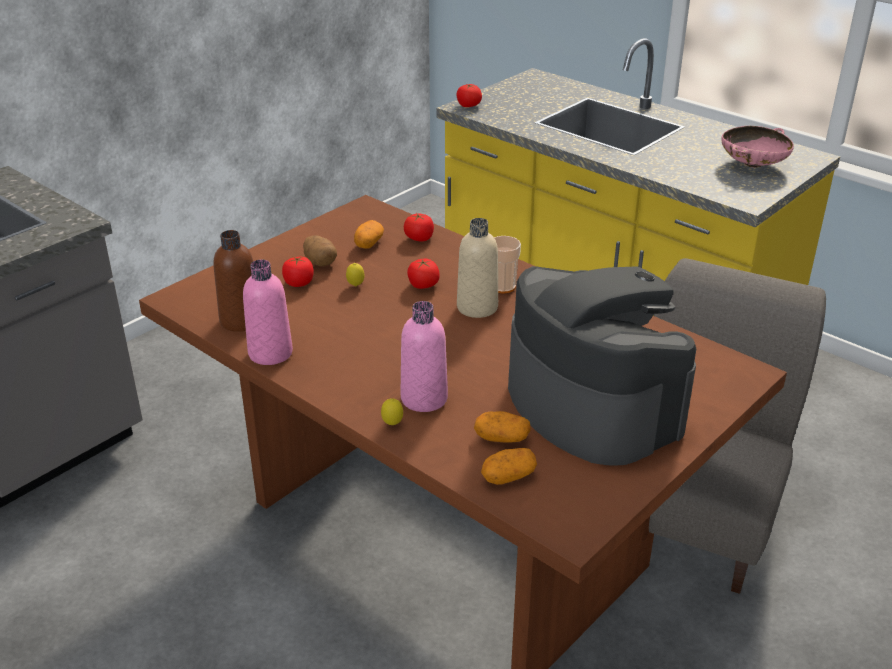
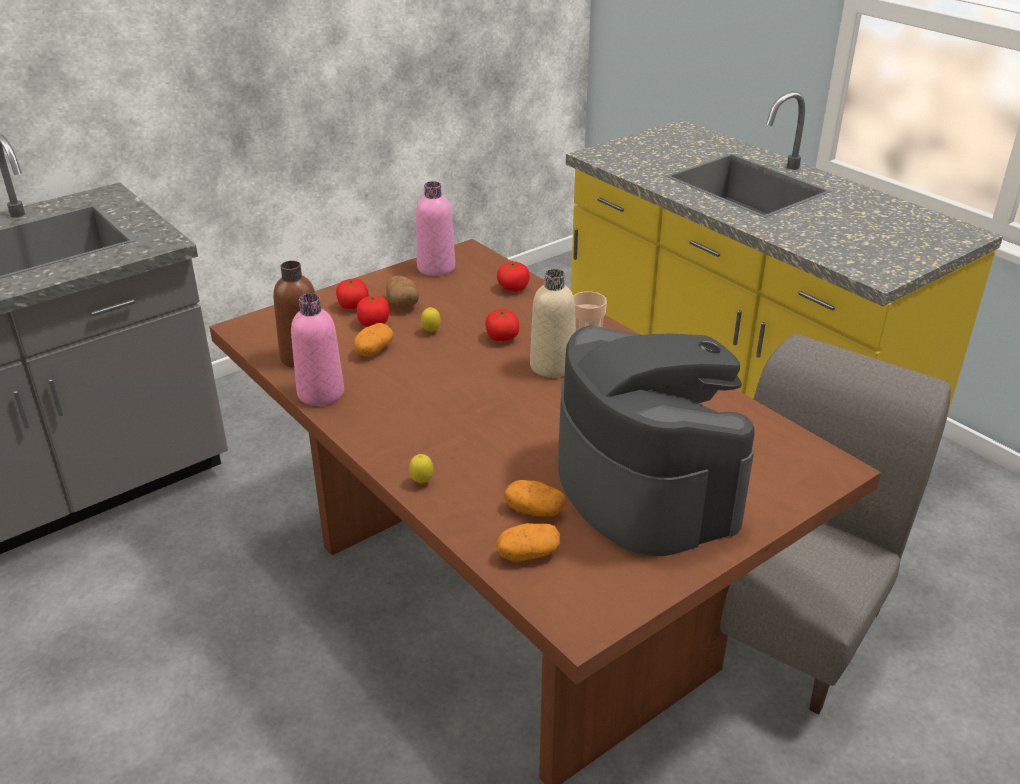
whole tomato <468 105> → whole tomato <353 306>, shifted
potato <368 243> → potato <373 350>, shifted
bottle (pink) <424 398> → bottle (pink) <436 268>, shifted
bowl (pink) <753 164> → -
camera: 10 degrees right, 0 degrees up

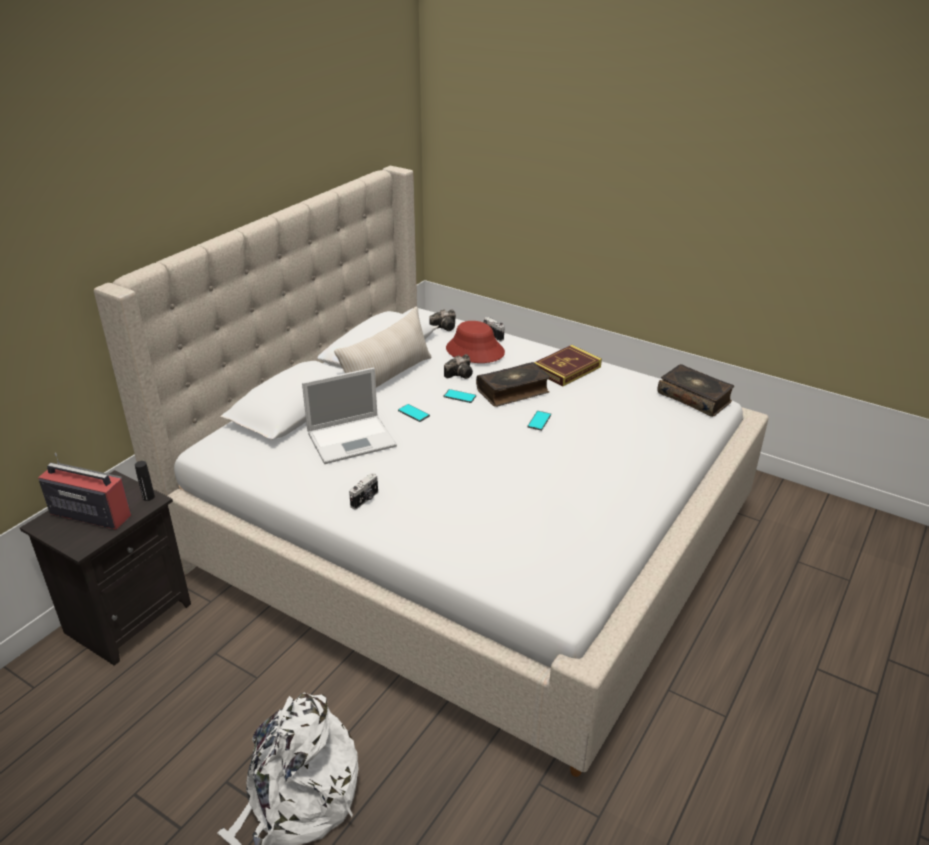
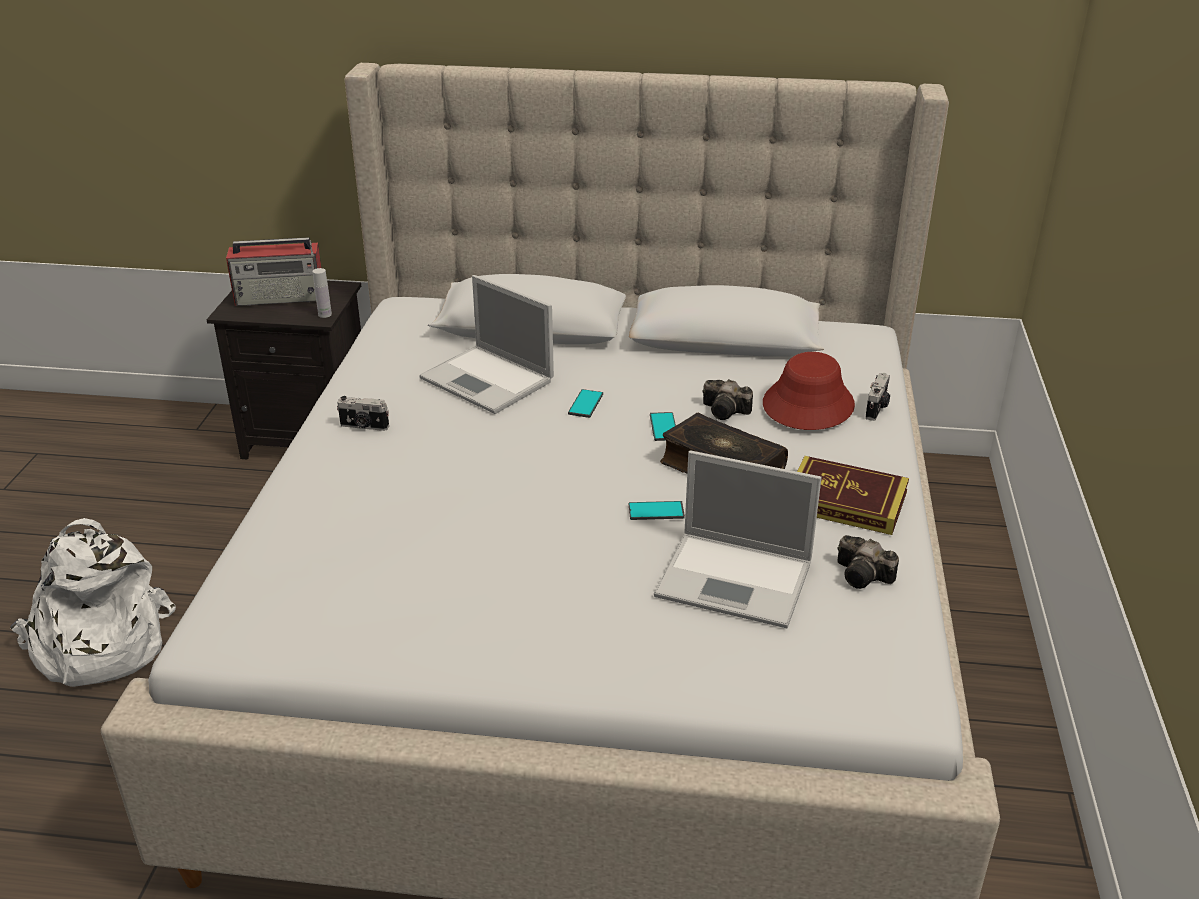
radio receiver <90 513> → radio receiver <281 297>, 90 degrees clockwise
bottle (black-coloured) <148 497> → bottle (whitish) <325 314>
- → notebook computer <737 580>
photo camera <445 327> → photo camera <865 576>, shifted
pillow (beige-coloured) <387 377> → -
volume <694 397> → -
camera: 65 degrees right, 0 degrees up

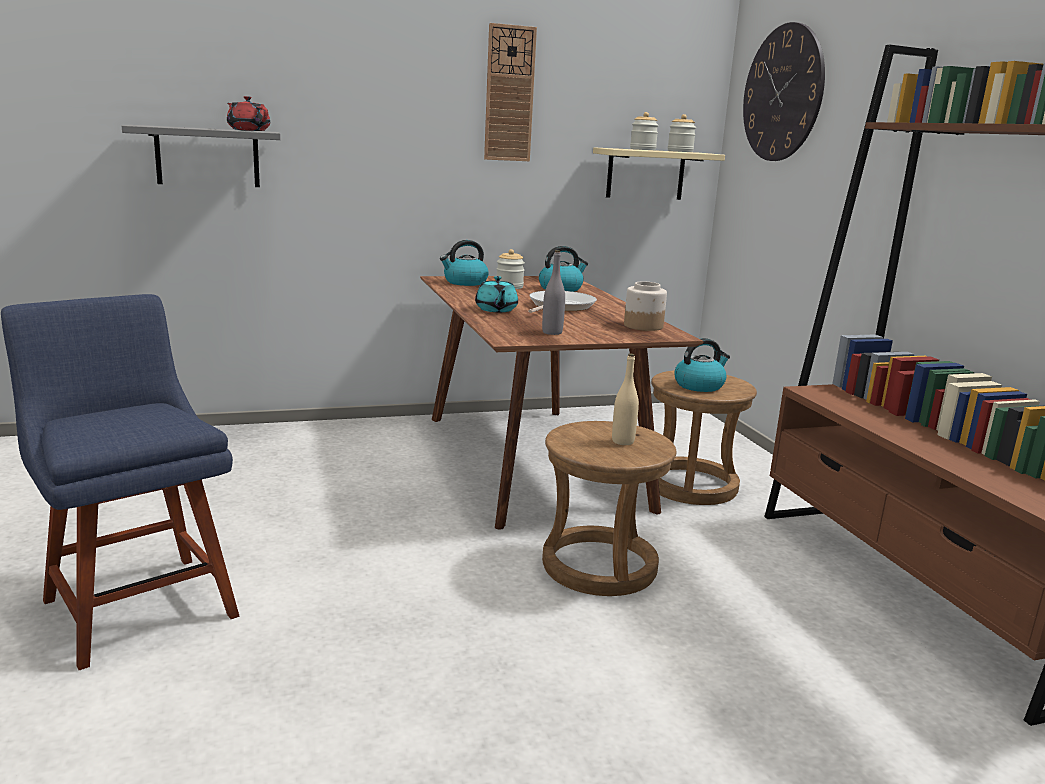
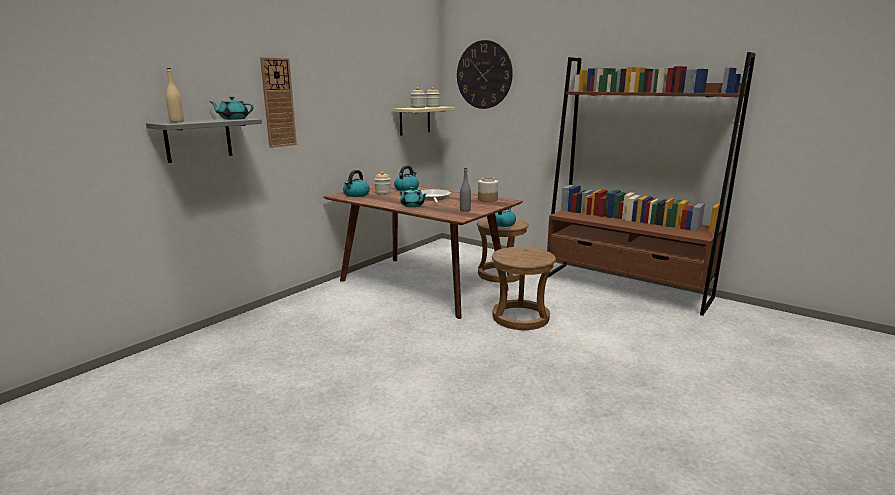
bottle (beige-coloured) <623 441> → bottle (beige-coloured) <177 122>, shifted
teapot (red) <248 130> → teapot (turquoise-coloured) <233 119>
wall clock <509 94> → wall clock <278 103>, shifted
chair (blue) <137 603> → -
camera: 35 degrees left, 0 degrees up

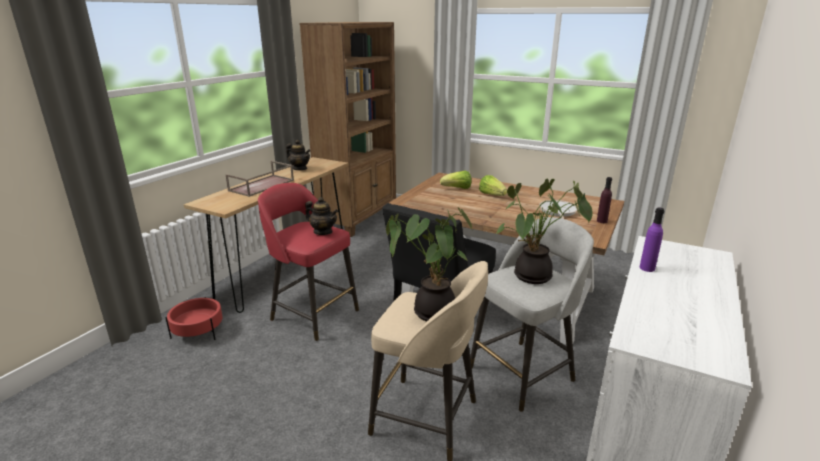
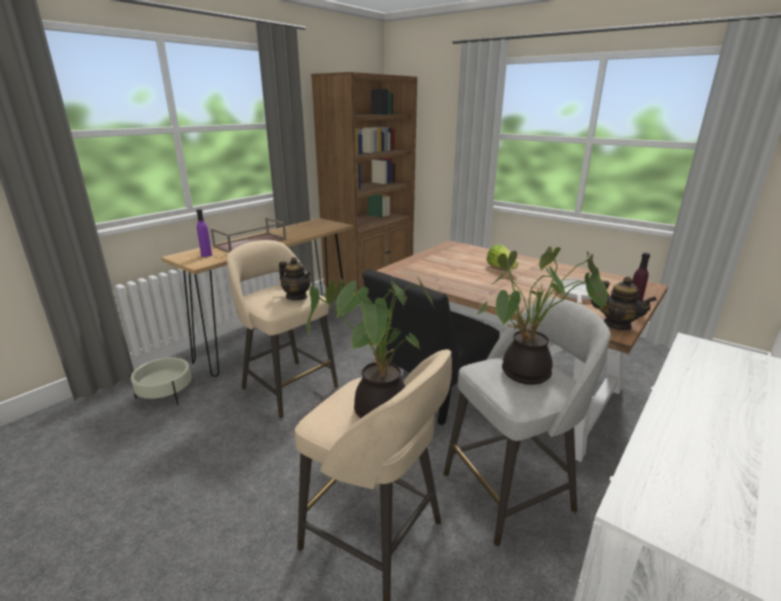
flower pot (red) <198 331> → flower pot (beige-coloured) <165 393>
bottle (purple) <647 268> → bottle (purple) <206 255>, shifted
stool seat (red) <313 314> → stool seat (beige-coloured) <288 386>
teapot <299 168> → teapot <617 325>, shifted
head of lettuce <457 188> → -
camera: 10 degrees right, 0 degrees up

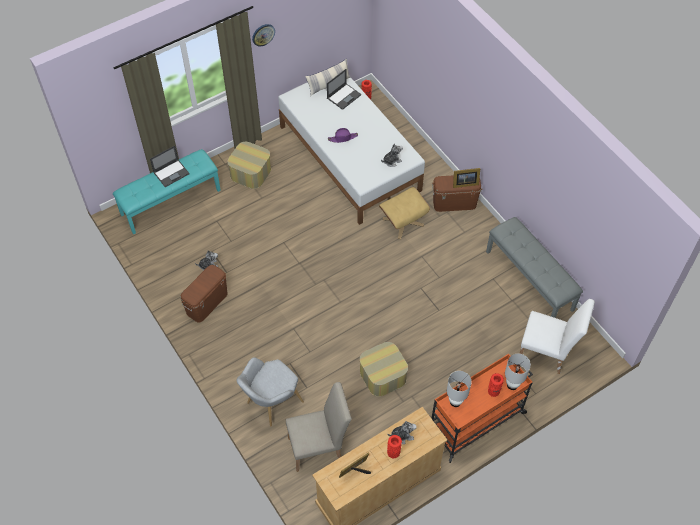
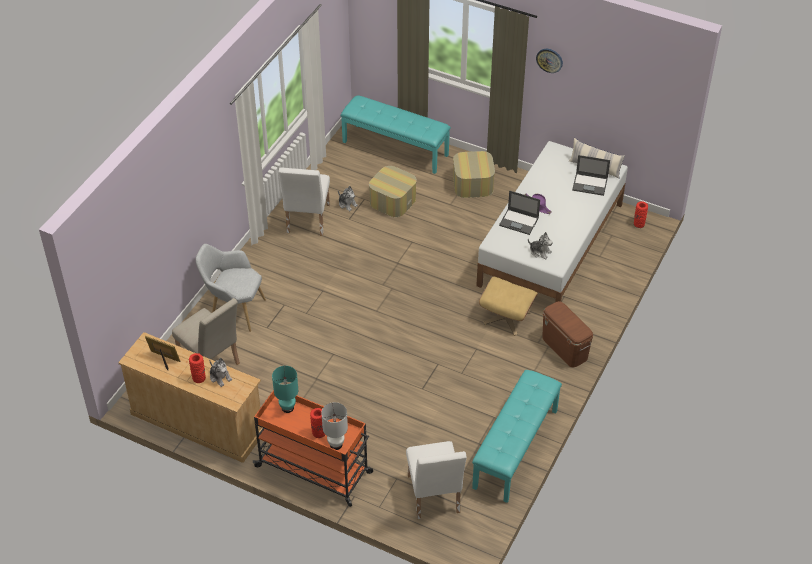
lamp for a table (whitish) <455 402> → lamp for a table (turquoise-coloured) <287 408>
storage container (brownish) <207 303> → chair (whitish) <307 221>
ottoman <382 375> → ottoman <392 200>, shifted
bench (gray) <530 280> → bench (turquoise-coloured) <516 449>
notebook computer <171 173> → notebook computer <519 222>, shifted
photo frame <464 183> → -
camera: 60 degrees right, 10 degrees down

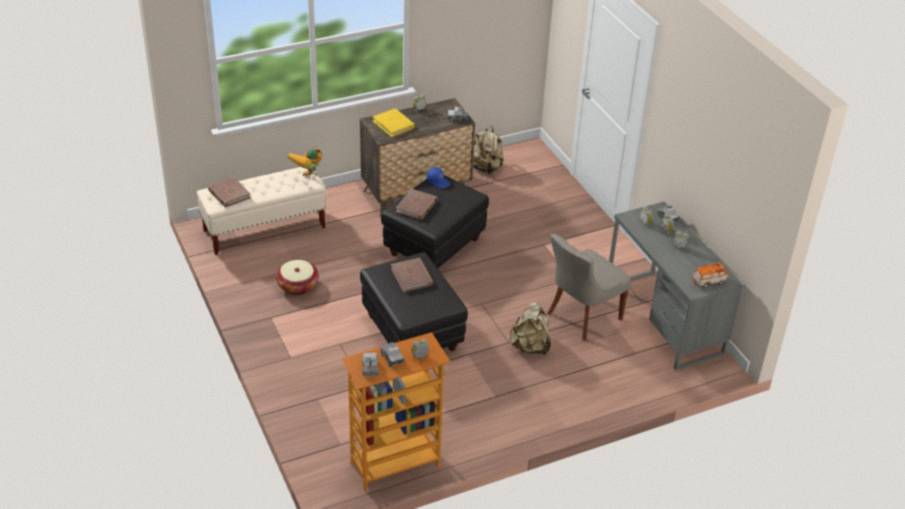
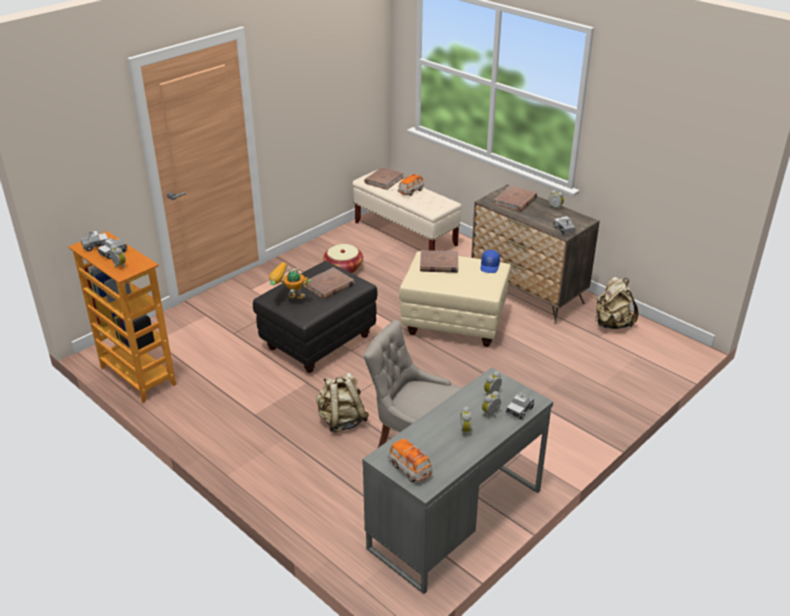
robot figure <308 177> → robot figure <289 299>, shifted
- → miniature car <410 191>
ottoman (black-coloured) <434 246> → ottoman (beige-coloured) <454 323>
volume (yellow) <393 124> → volume (brownish) <515 201>
camera: 70 degrees right, 5 degrees down

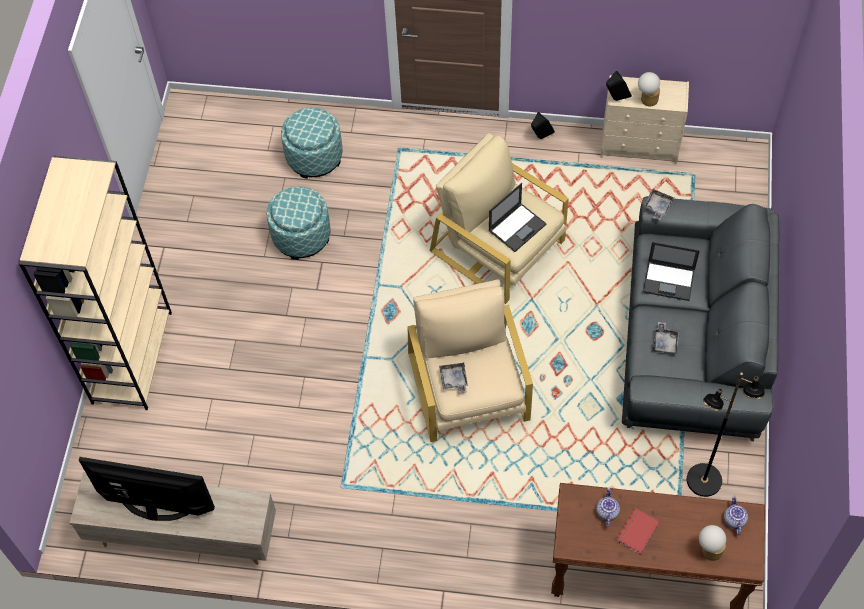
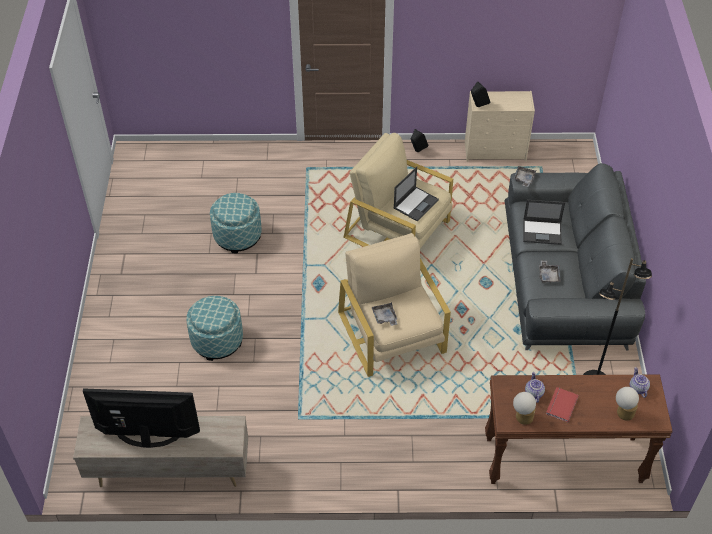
ottoman <314 157> → ottoman <217 340>, shifted
lamp for a table <646 100> → lamp for a table <522 418>, shifted
bookshelf (beige-coloured) <131 356> → -
camera: 10 degrees left, 10 degrees down

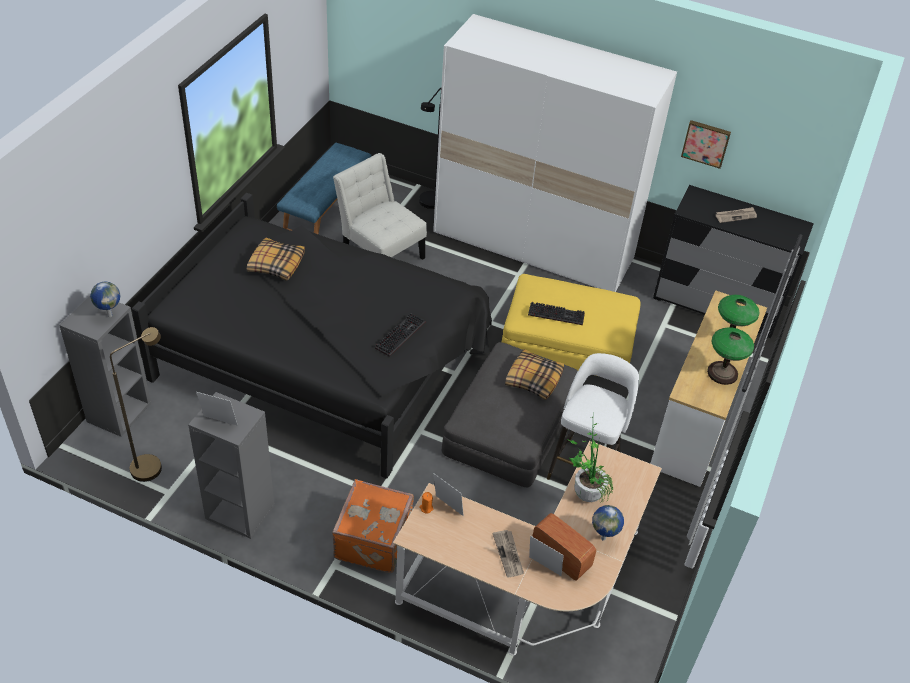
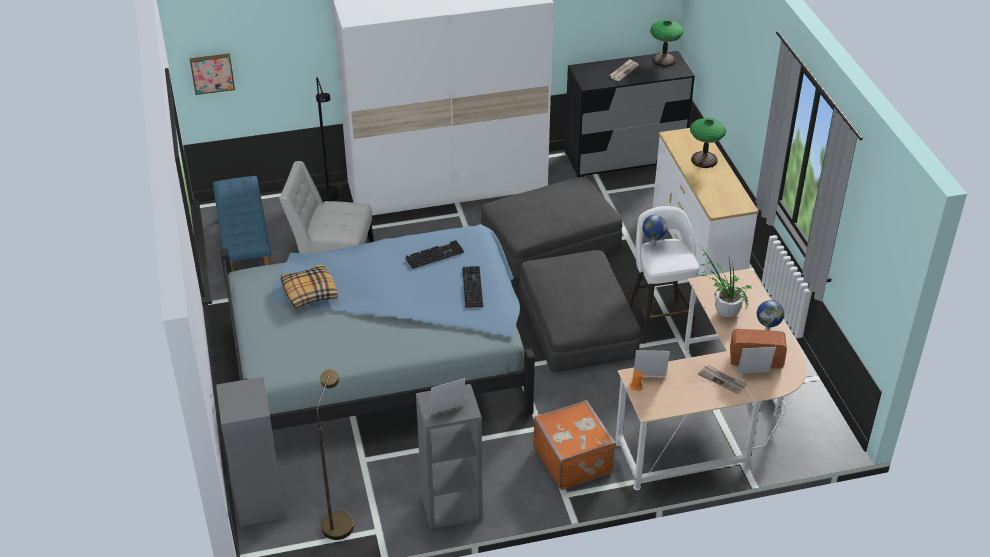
wall art <706 143> → wall art <212 73>, shifted
bed (black-coloured) <325 358> → bed (blue) <383 359>
PC keyboard <557 314> → PC keyboard <435 254>, shifted
ottoman (yellow) <568 339> → ottoman (gray) <550 239>
desk globe <109 315> → desk globe <652 245>, shifted
lamp for a table <722 373> → lamp for a table <663 60>, shifted
pillow <533 379> → -
camera: 35 degrees left, 5 degrees down

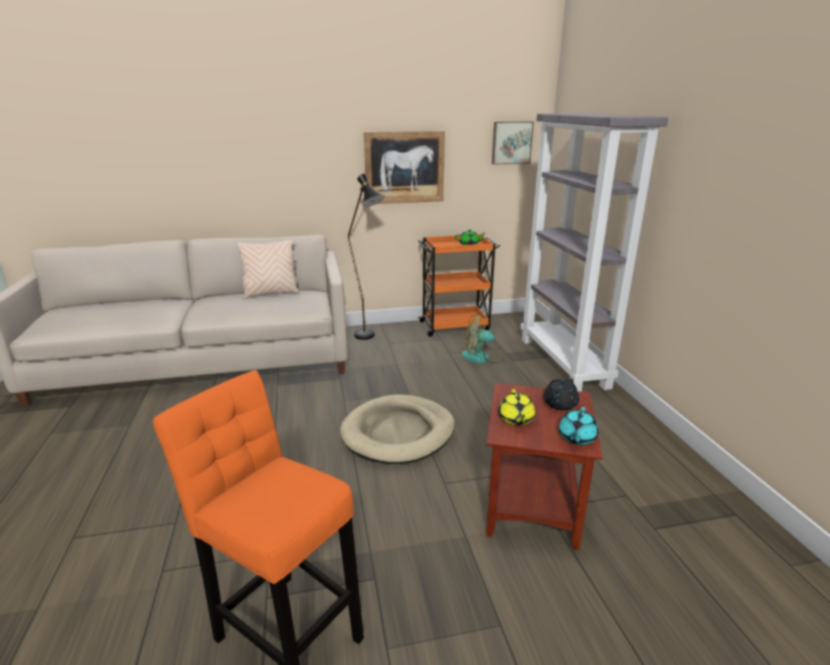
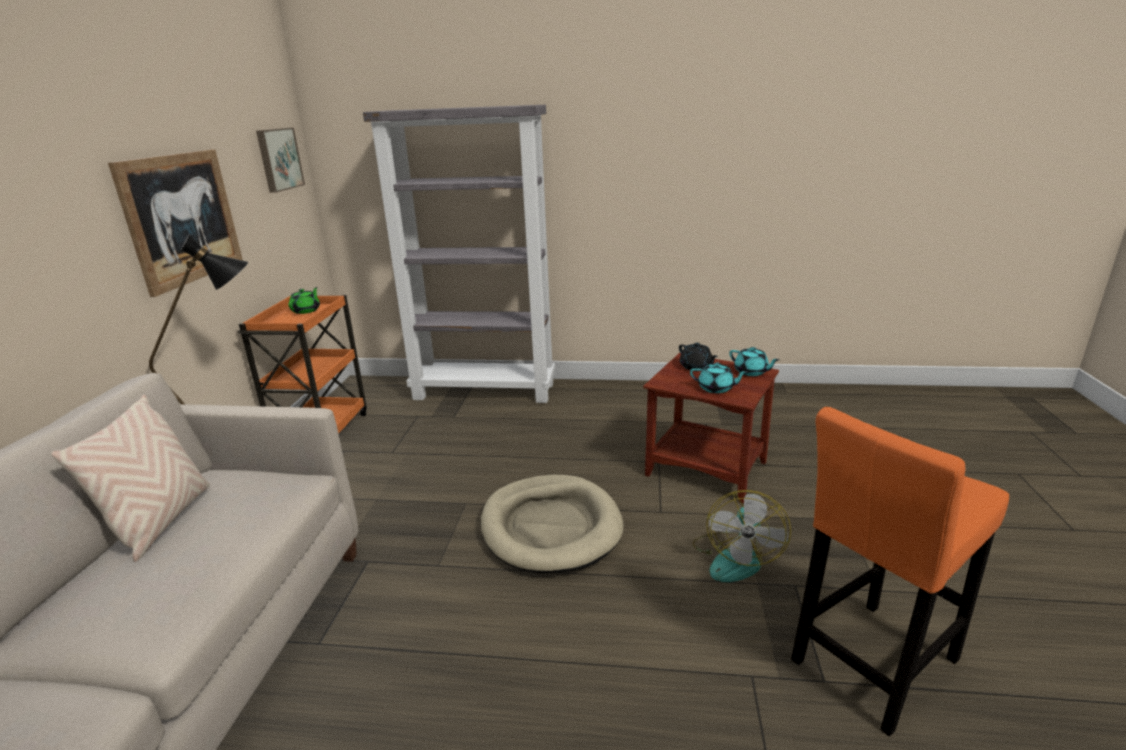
teapot (yellow) <516 419> → teapot (turquoise-coloured) <716 388>
fan <482 357> → fan <735 558>, shifted
camera: 70 degrees left, 0 degrees up

